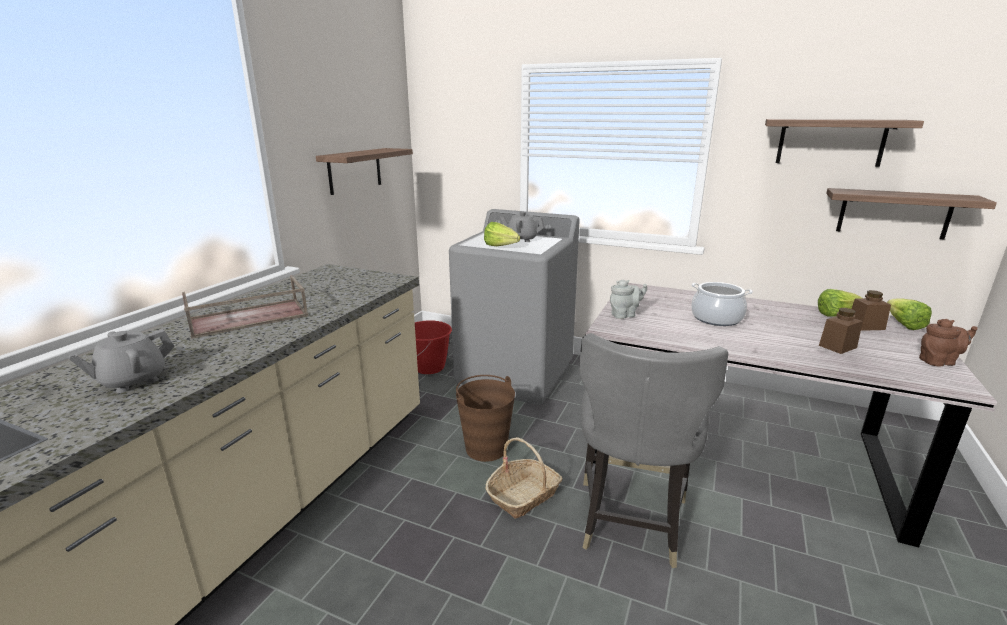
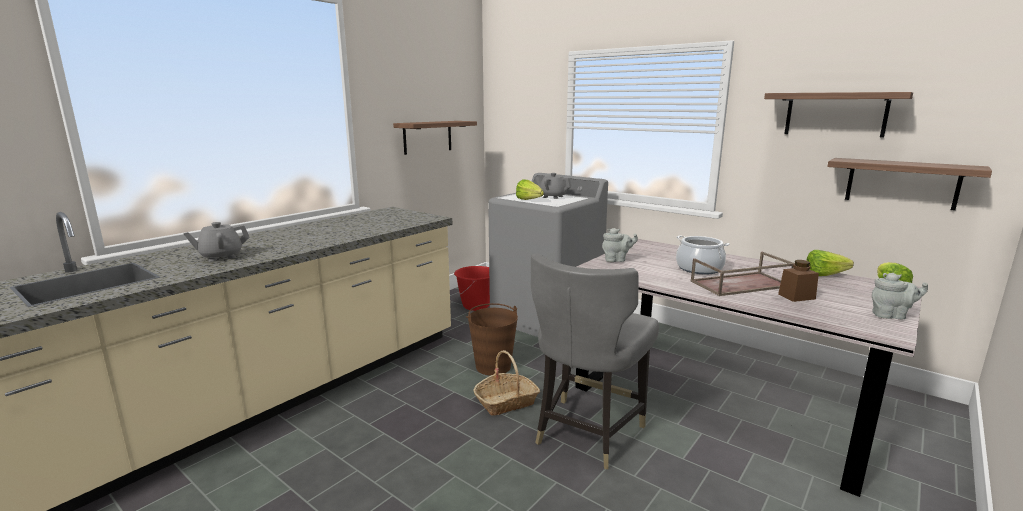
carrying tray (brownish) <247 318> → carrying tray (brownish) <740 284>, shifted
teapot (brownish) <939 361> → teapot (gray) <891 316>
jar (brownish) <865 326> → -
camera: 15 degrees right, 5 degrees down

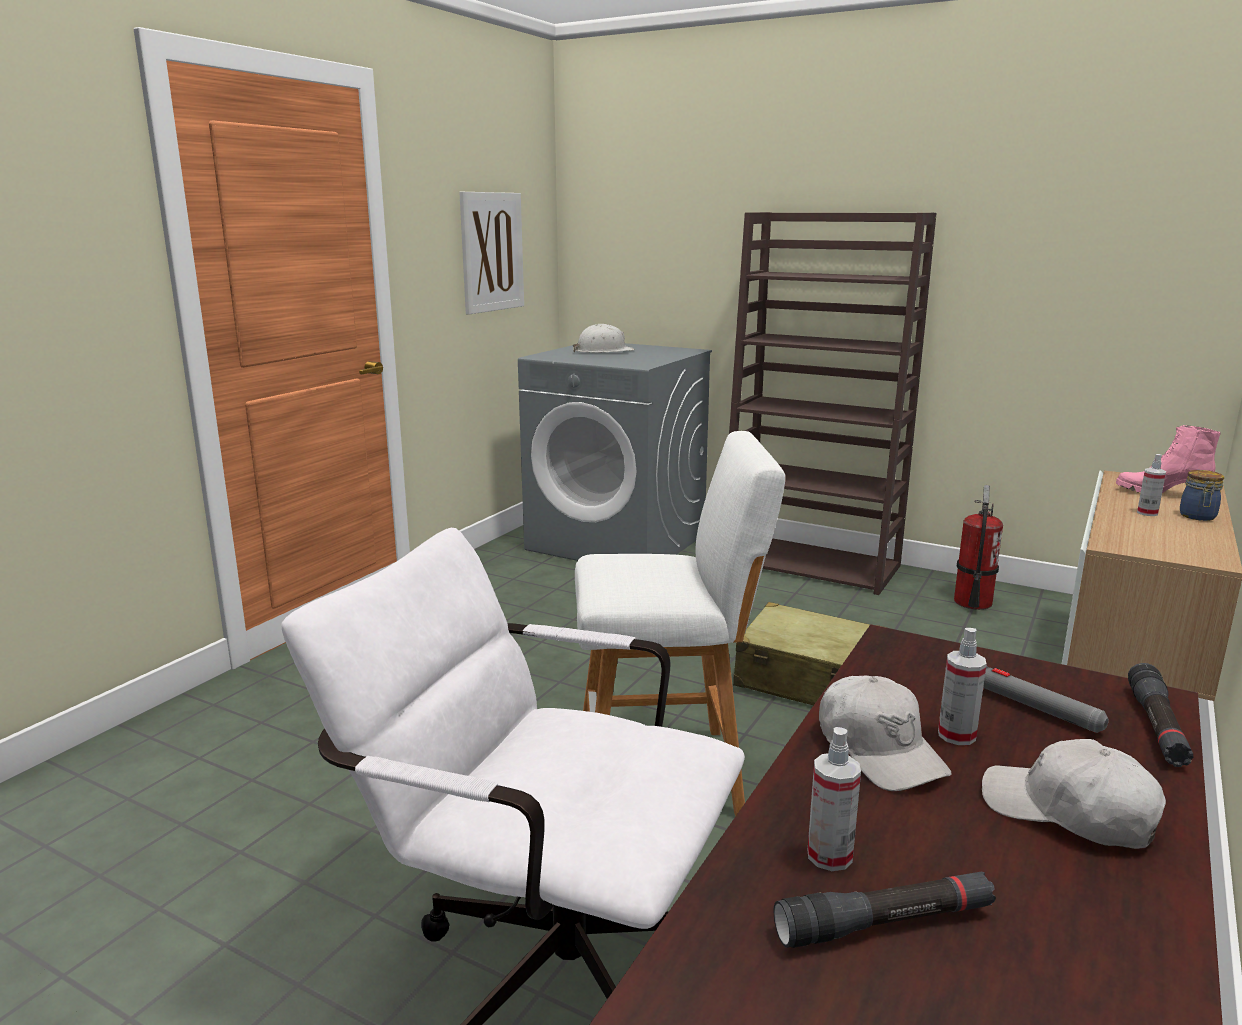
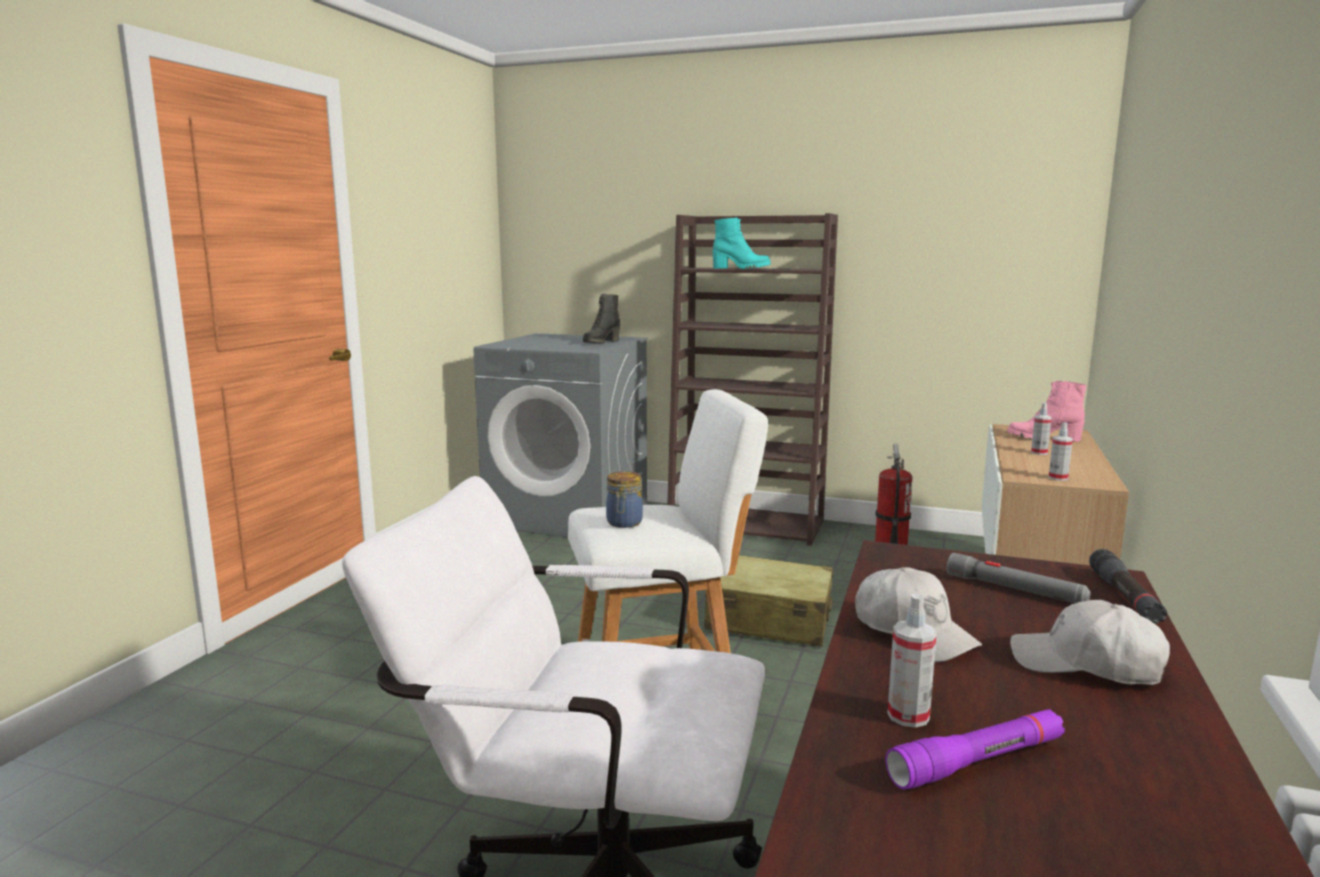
- → high-top boot (black-coloured) <601 342>
jar <1197 517> → jar <624 523>, shifted
- → high-top boot (turquoise-coloured) <741 268>
hand torch (black-coloured) <884 923> → hand torch (purple) <977 762>
hand sprayer <956 735> → hand sprayer <1058 478>, shifted
wall art <492 252> → -
work helmet (whitish) <603 351> → -
camera: 10 degrees left, 5 degrees down

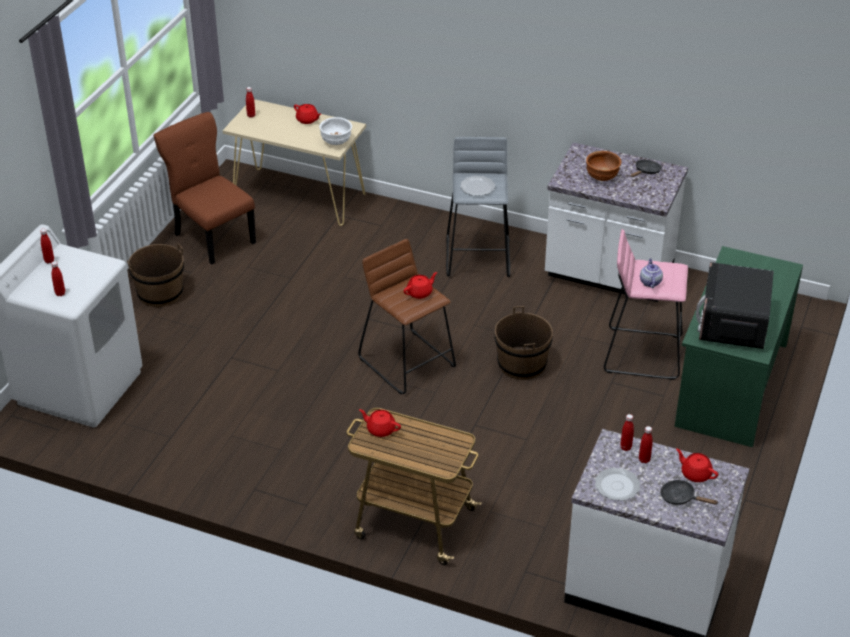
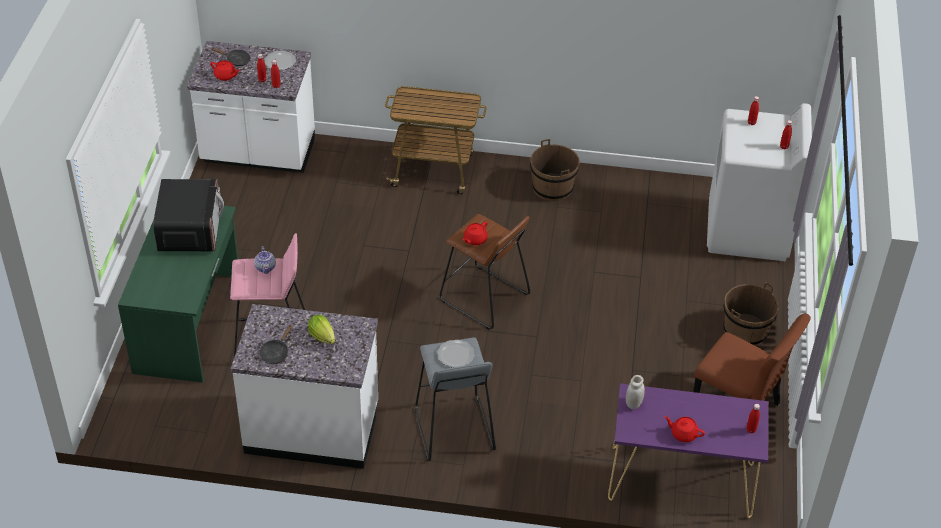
bowl (brownish) <602 178> → head of lettuce <322 336>
pail (brownish) <521 364> → pail (brownish) <552 188>, shifted
console table (beige-coloured) <299 197> → console table (purple) <680 482>
bowl (whitish) <336 142> → jar (whitish) <633 404>
teapot (red) <380 429> → -
camera: 165 degrees right, 5 degrees up

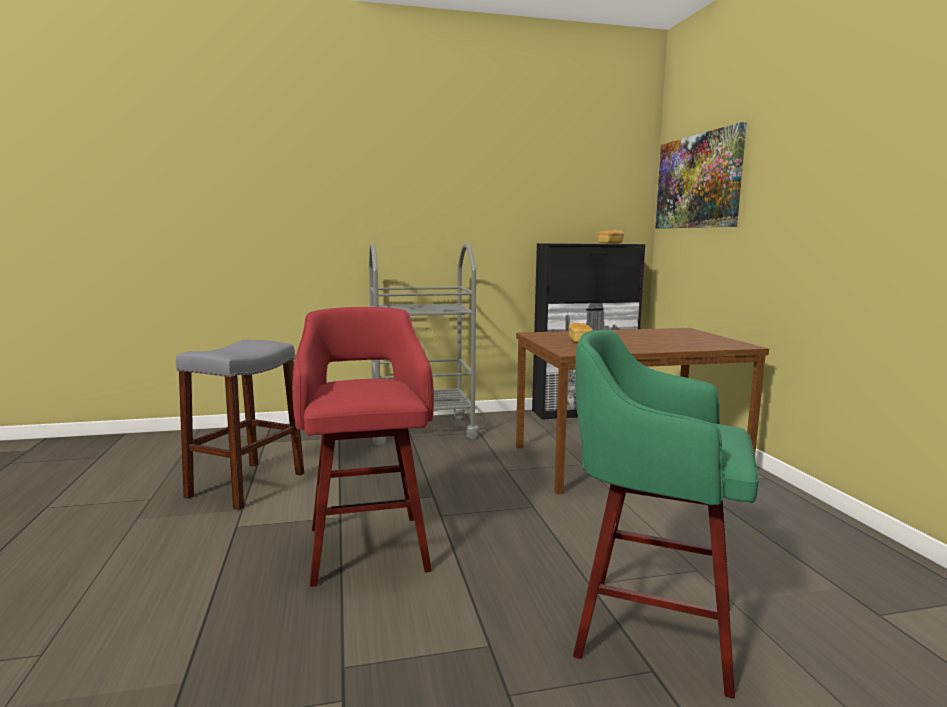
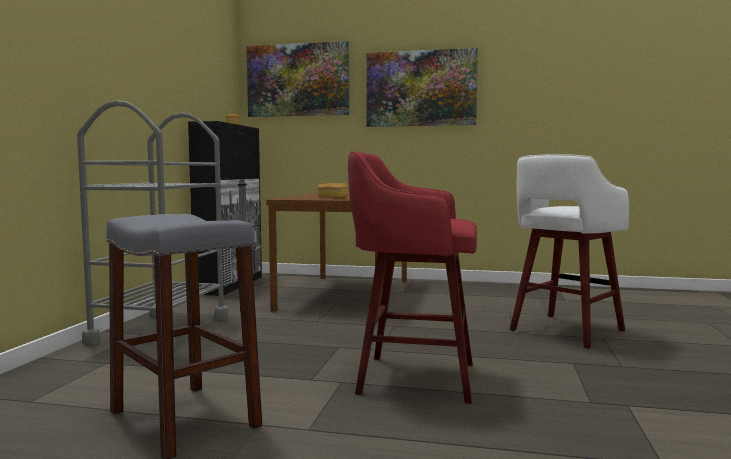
- → wall art <421 88>
stool seat (greenish) <648 628> → stool seat (whitish) <564 331>
camera: 65 degrees left, 5 degrees down

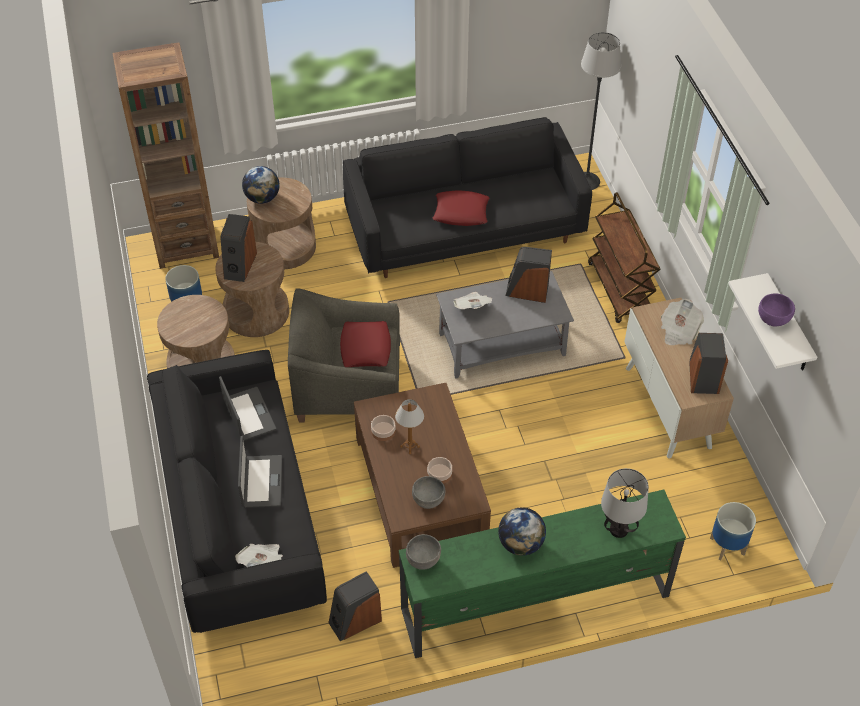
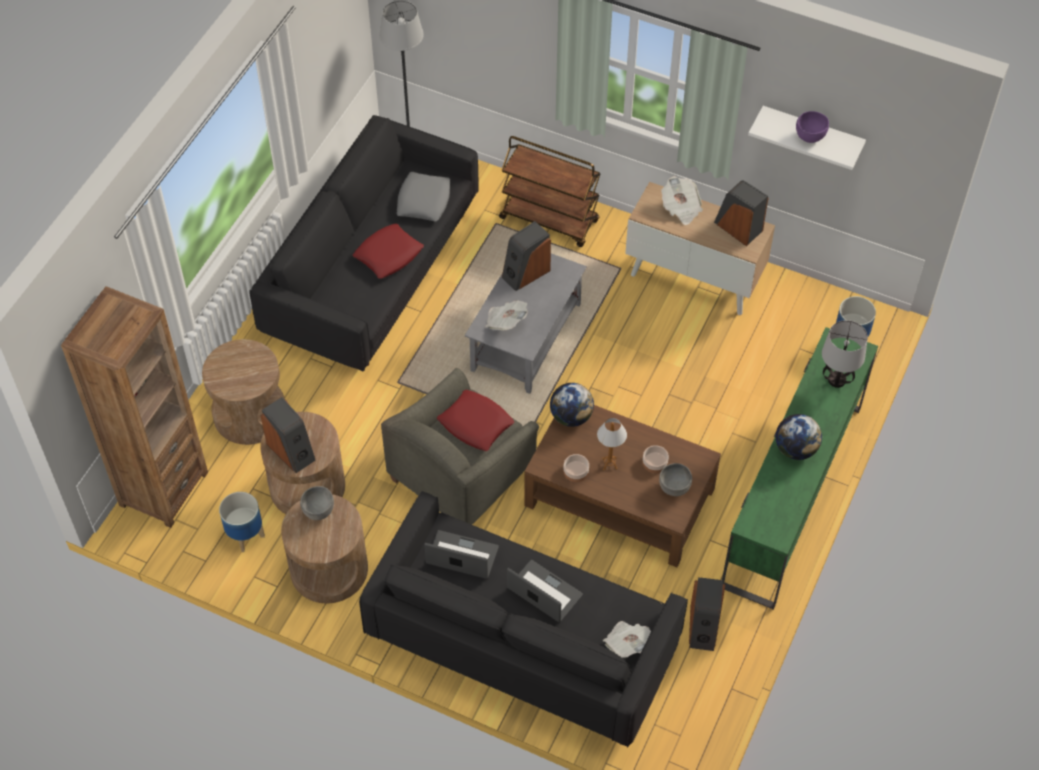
bowl (gray) <423 560> → bowl (gray) <318 511>, shifted
- → pillow (gray) <423 201>
desk globe <262 198> → desk globe <571 416>, shifted
camera: 50 degrees left, 5 degrees up

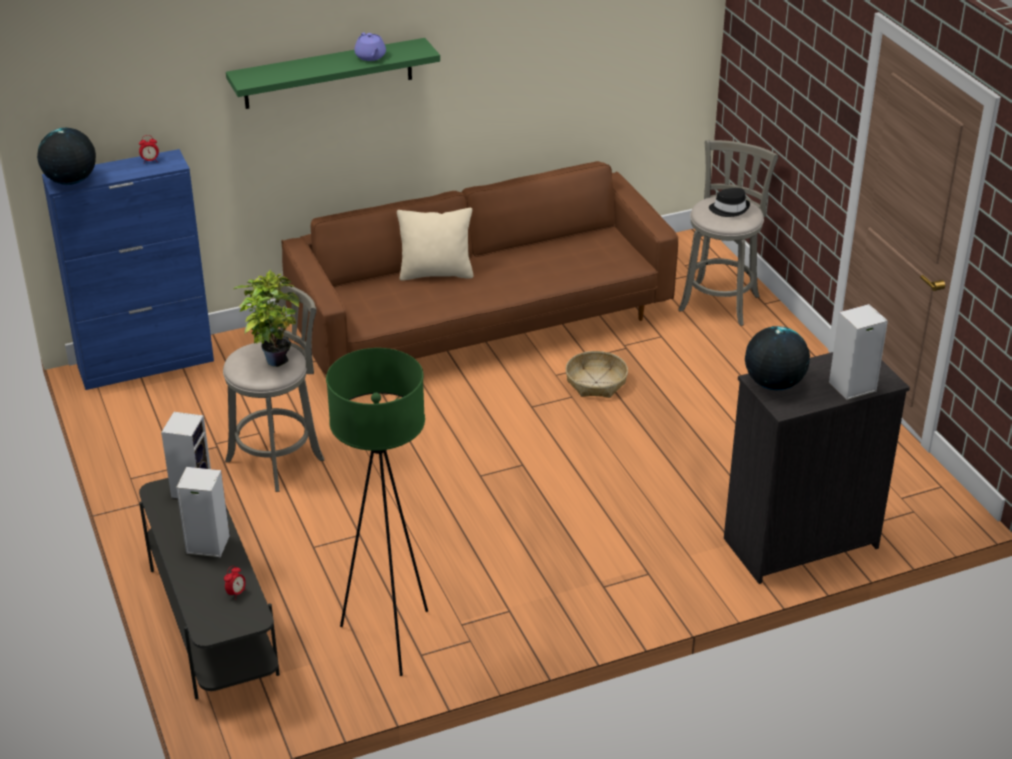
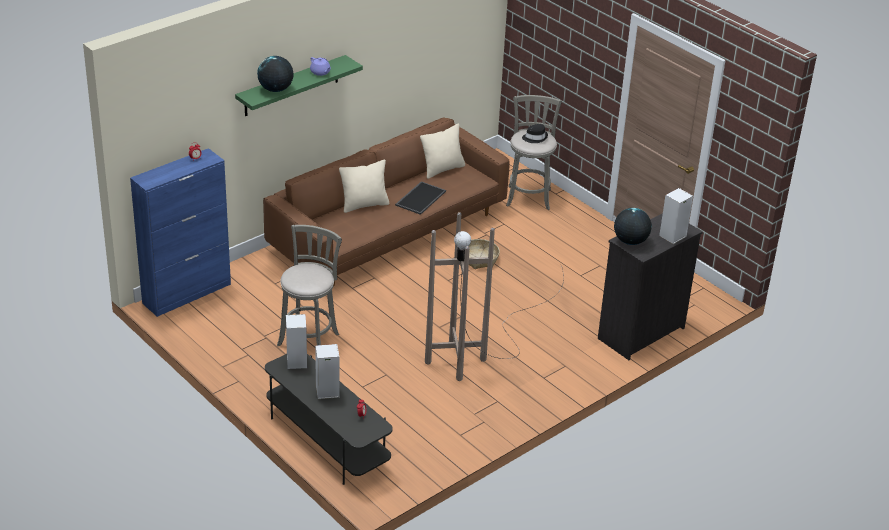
desk globe <71 181> → desk globe <275 89>, shifted
- → carrying tray <420 198>
- → pillow (beige-coloured) <442 169>
- → standard lamp (brownish) <490 341>
houseplant <273 358> → -
standard lamp (greenish) <389 638> → -
camera: 20 degrees left, 0 degrees up

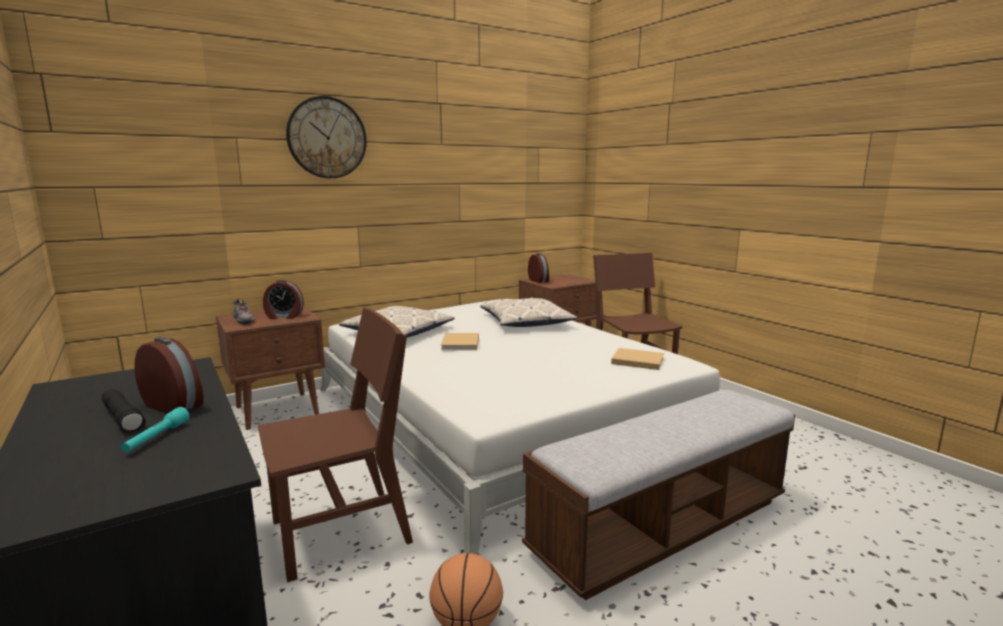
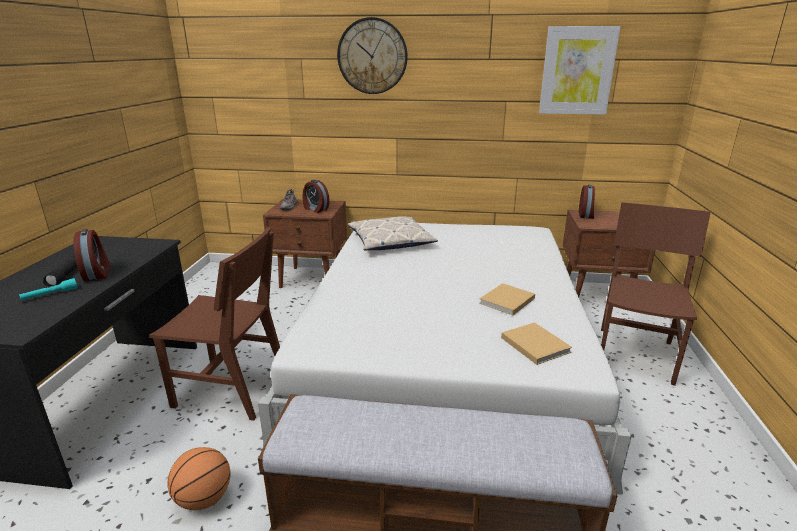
volume (beige-coloured) <460 344> → volume (beige-coloured) <506 301>, shifted
- → wall art <577 71>
pillow <526 322> → -
camera: 40 degrees right, 10 degrees up

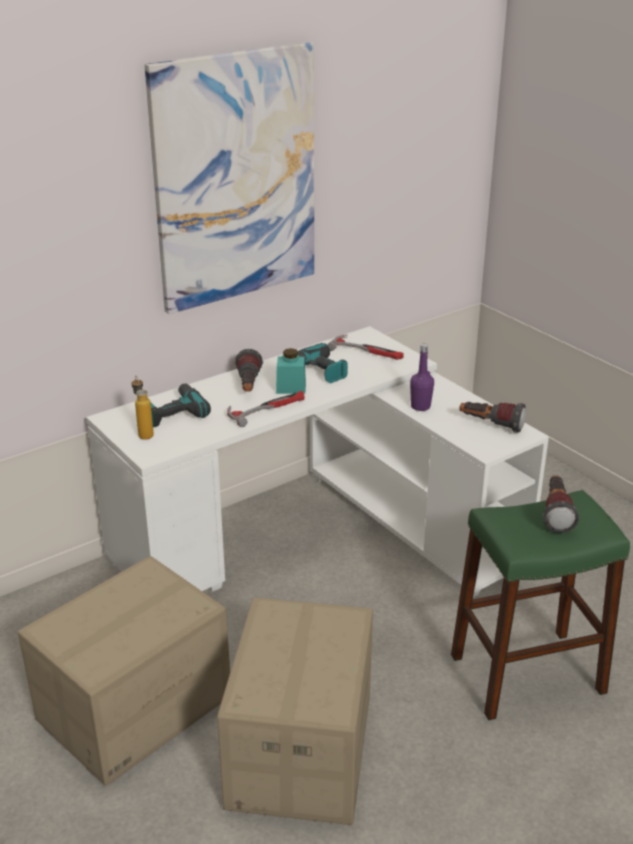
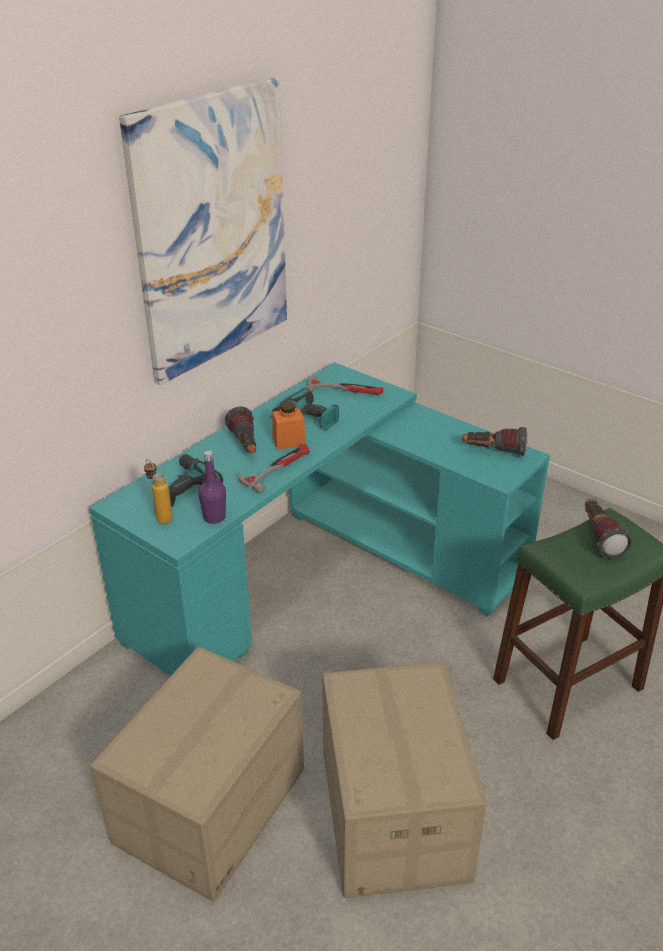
desk table (whitish) <319 532> → desk table (turquoise-coloured) <321 574>
bottle (purple) <420 406> → bottle (purple) <214 517>, shifted
jar (turquoise-coloured) <291 388> → jar (orangey) <289 441>
camera: 15 degrees left, 5 degrees up

